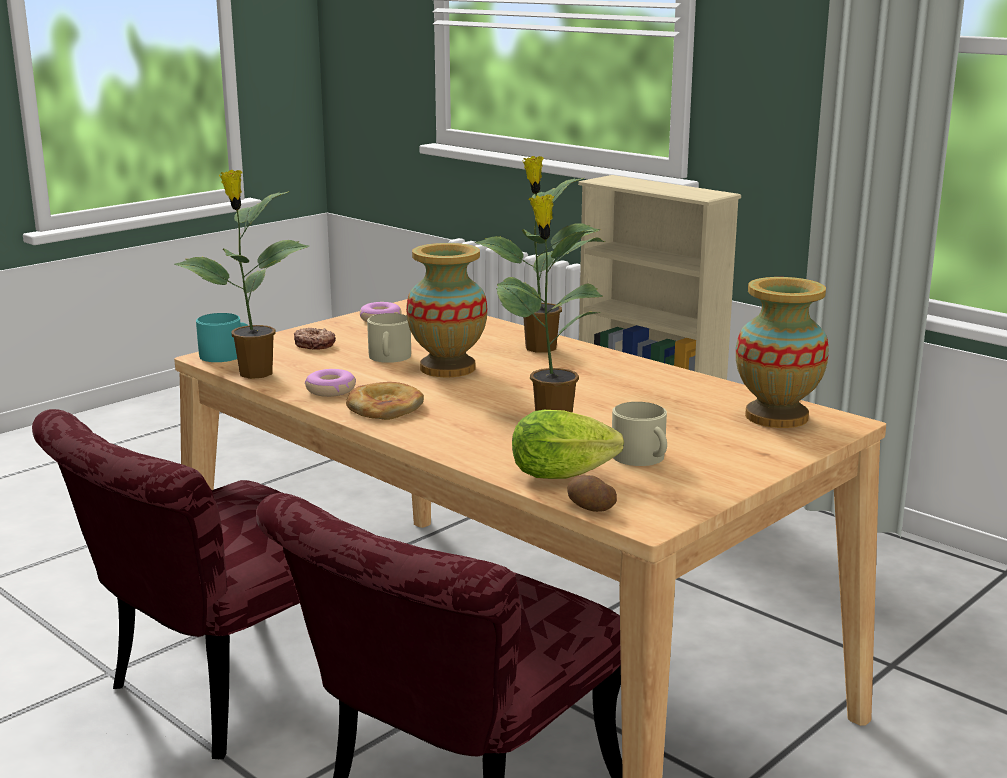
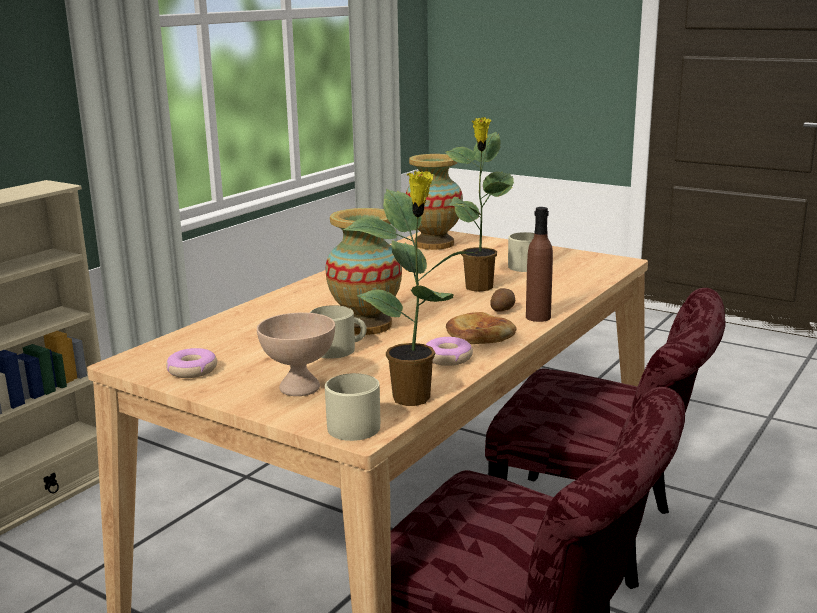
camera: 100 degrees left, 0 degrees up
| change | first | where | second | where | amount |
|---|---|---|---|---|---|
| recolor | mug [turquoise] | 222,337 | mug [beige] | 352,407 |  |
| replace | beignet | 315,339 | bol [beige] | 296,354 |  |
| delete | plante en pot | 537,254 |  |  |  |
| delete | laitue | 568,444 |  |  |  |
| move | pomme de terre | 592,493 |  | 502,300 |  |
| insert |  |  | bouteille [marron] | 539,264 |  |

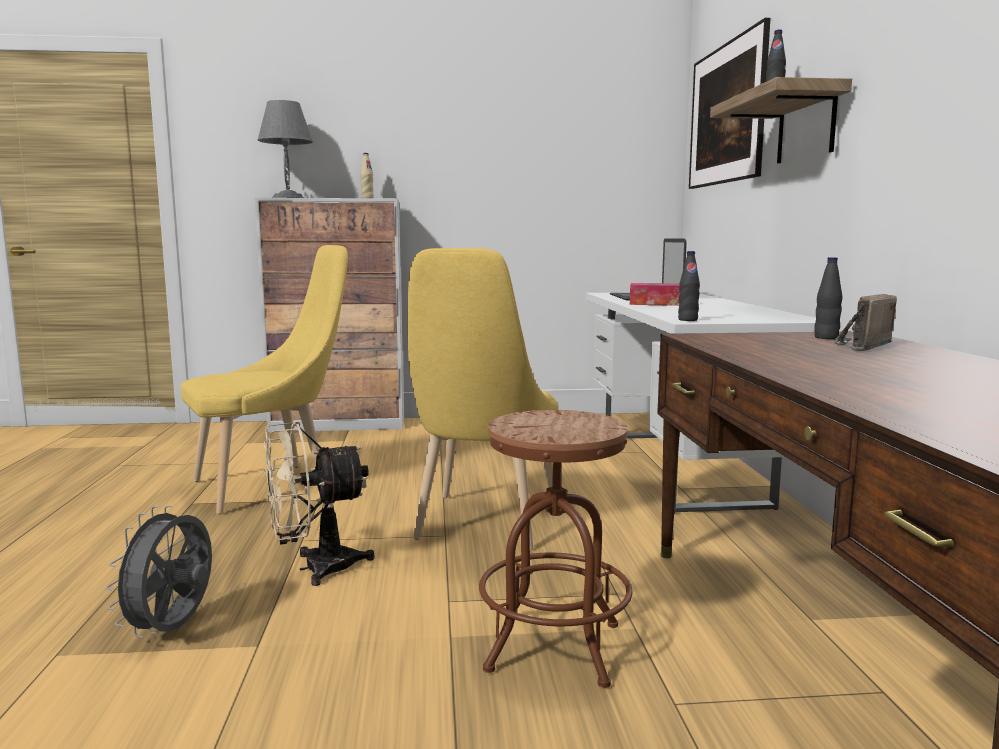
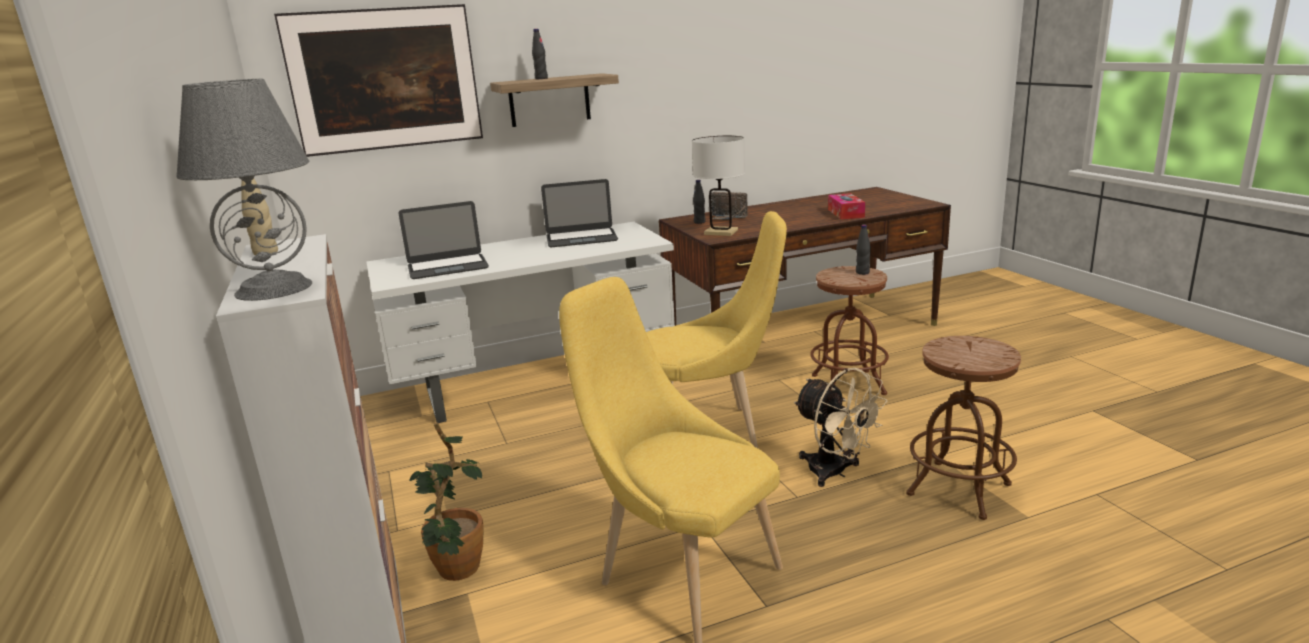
camera: 105 degrees left, 10 degrees up
| change | first | where | second | where | amount |
|---|---|---|---|---|---|
| replace | ventilateur [gris] | 159,571 | tabouret [marron] | 963,428 |  |
| move | boîte à mouchoirs | 655,294 |  | 846,206 |  |
| move | bouteille [noir] | 689,286 |  | 863,250 |  |
| insert |  |  | plante en pot | 446,501 |  |
| insert |  |  | ordinateur portable | 579,213 |  |
| insert |  |  | lampe de table [blanc] | 718,185 |  |

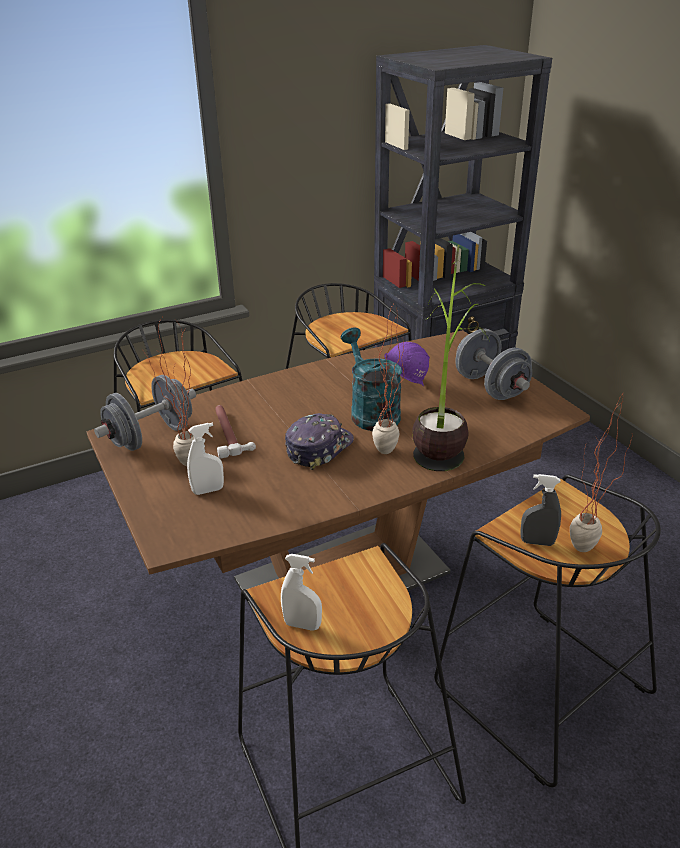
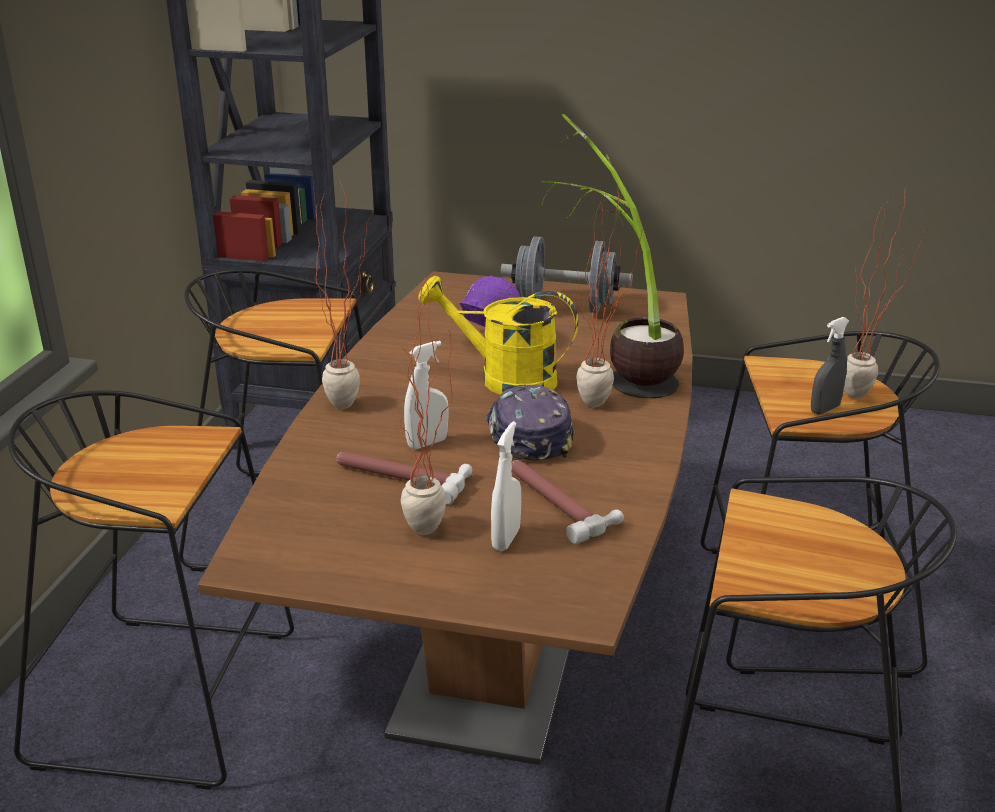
camera: 50 degrees left, 5 degrees down
| change | first | where | second | where | amount |
|---|---|---|---|---|---|
| delete | haltère [gris] | 145,413 |  |  |  |
| move | vaporisateur [blanc] | 301,592 |  | 426,395 |  |
| recolor | arrosoir [turquoise] | 371,379 | arrosoir [jaune] | 498,335 |  |
| insert |  |  | plante en pot | 345,295 |  |
| insert |  |  | marteau | 567,502 |  |

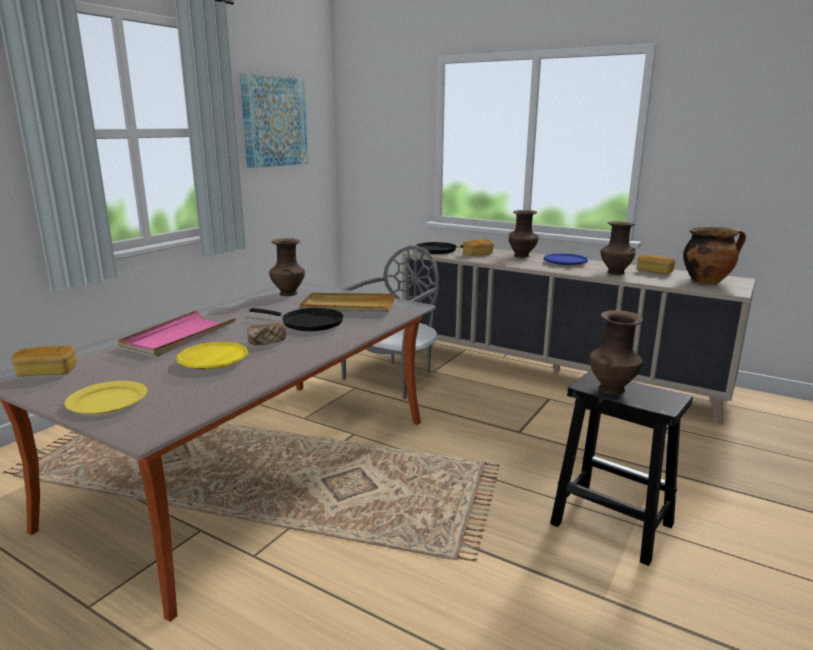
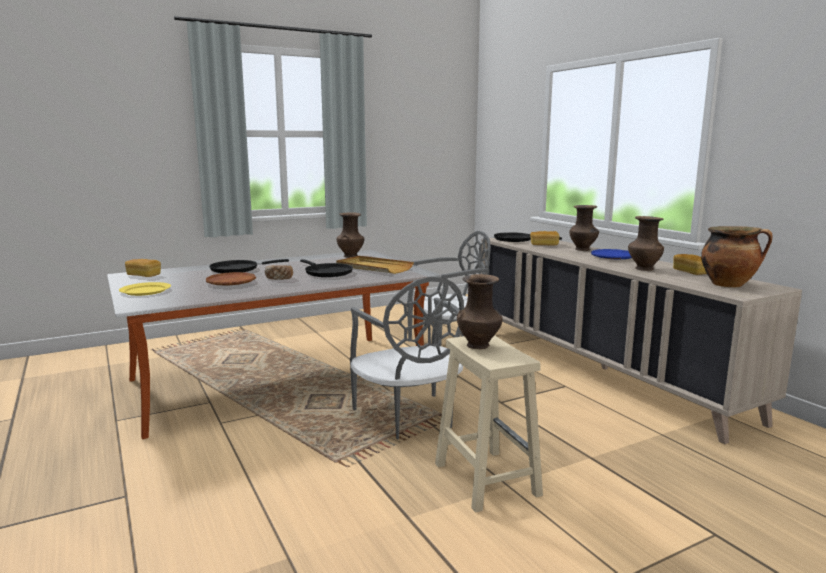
camera: 30 degrees right, 5 degrees down
| change | first | where | second | where | amount |
|---|---|---|---|---|---|
| replace | plateau [rose] | 177,333 | poêle [noir] | 249,266 |  |
| recolor | assiette [jaune] | 213,356 | assiette [marron] | 231,279 |  |
| delete | tableau | 274,120 |  |  |  |
| recolor | tabouret [noir] | 621,468 | tabouret [beige] | 489,424 |  |
| insert |  |  | chaise [gris] | 407,357 |  |

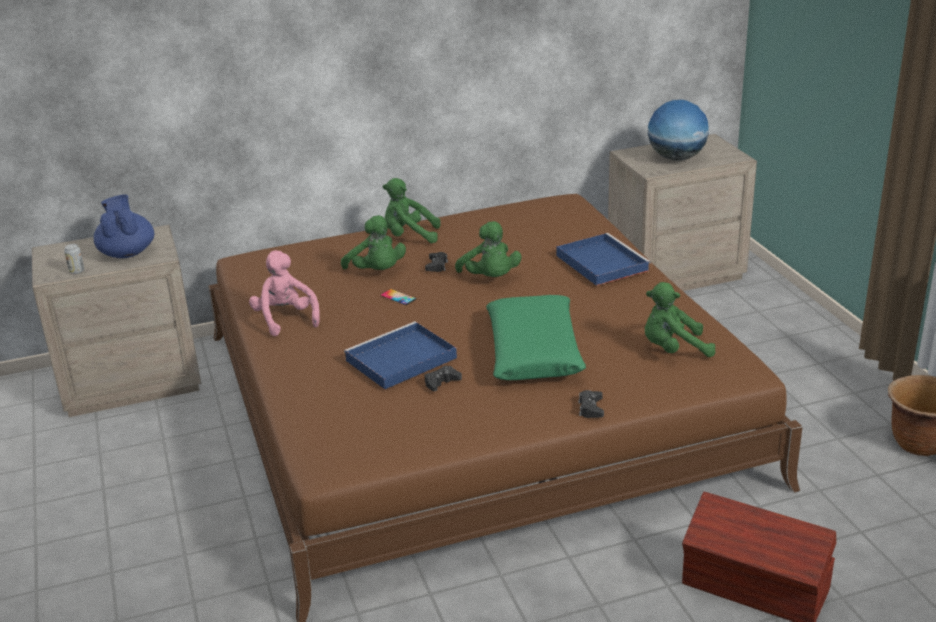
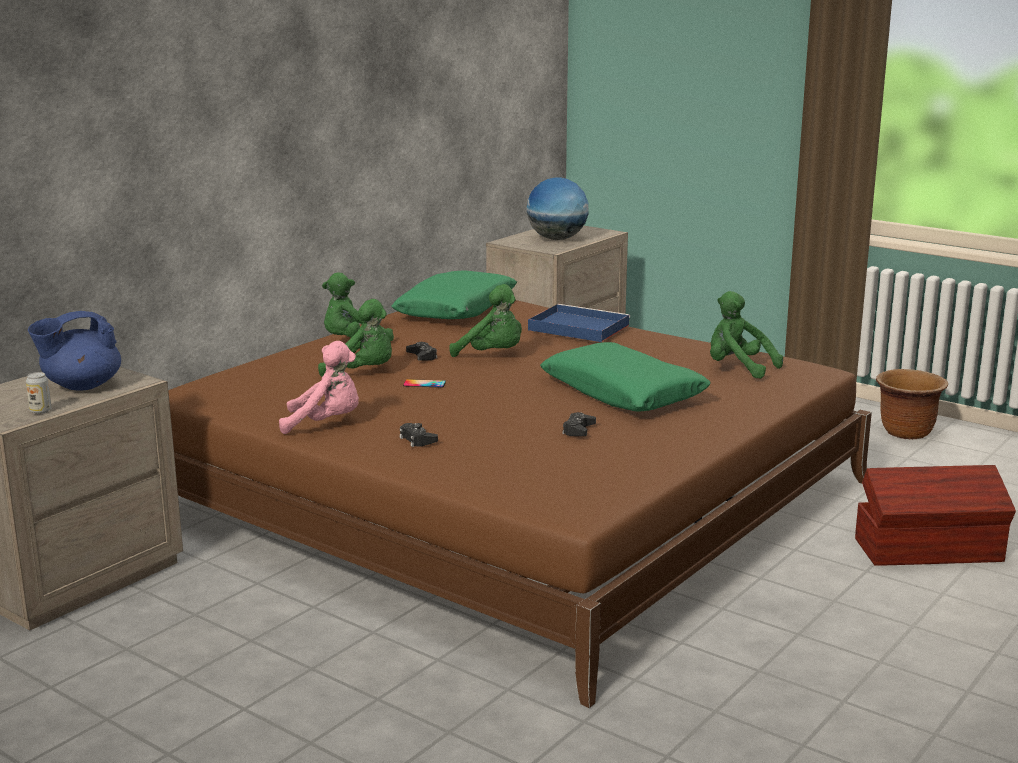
camera: 35 degrees left, 10 degrees down
| change | first | where | second | where | amount |
|---|---|---|---|---|---|
| rotate | théière [bleu] | 124,226 |  | 74,351 | 75 degrees counterclockwise |
| rotate | peluche [rose] | 284,293 |  | 319,387 | 150 degrees clockwise |
| delete | plateau [bleu] | 400,355 |  |  |  |
| move | manette [noir] | 591,404 |  | 419,435 |  |
| rotate | peluche [vert] | 679,319 |  | 746,335 | 75 degrees clockwise |
| insert |  |  | coussin [vert] | 454,294 |  |

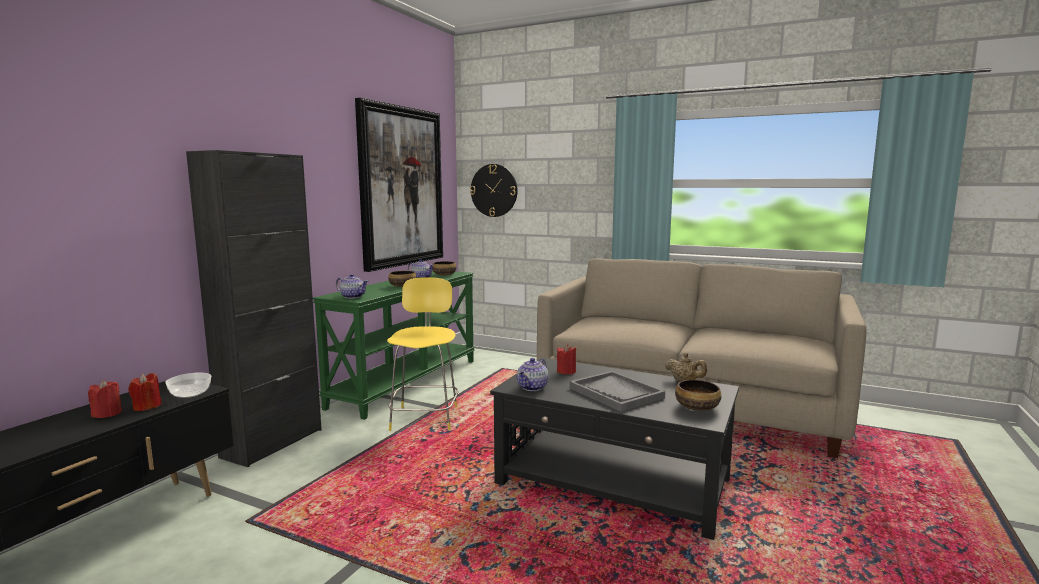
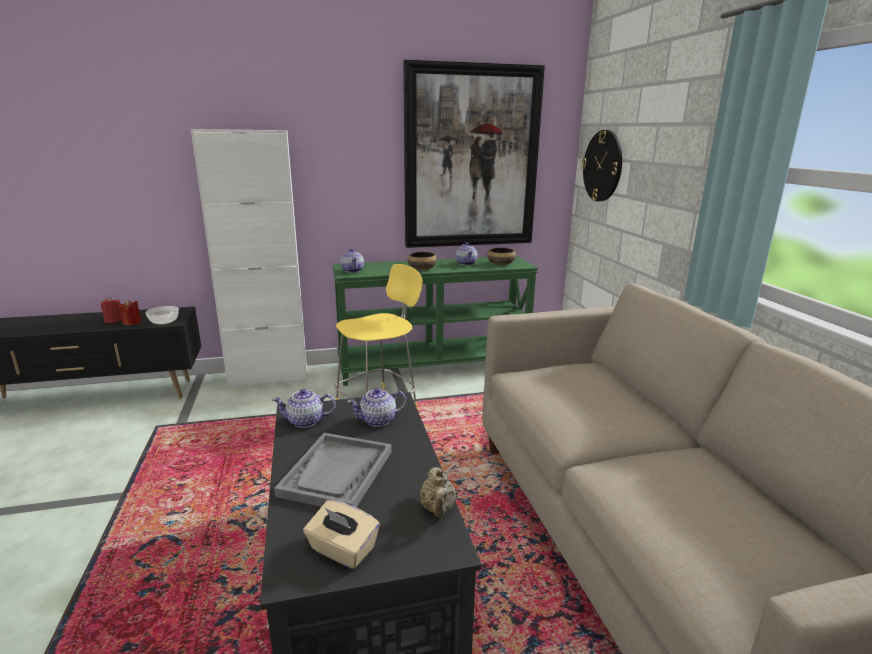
camera: 50 degrees right, 10 degrees up
| change | first | where | second | where | amount |
|---|---|---|---|---|---|
| recolor | meuble de rangement [noir] | 254,308 | meuble de rangement [blanc] | 249,259 |  |
| replace | bougie [rouge] | 567,359 | théière | 377,407 |  |
| replace | bol | 698,395 | boîte à mouchoirs [beige] | 341,534 |  |

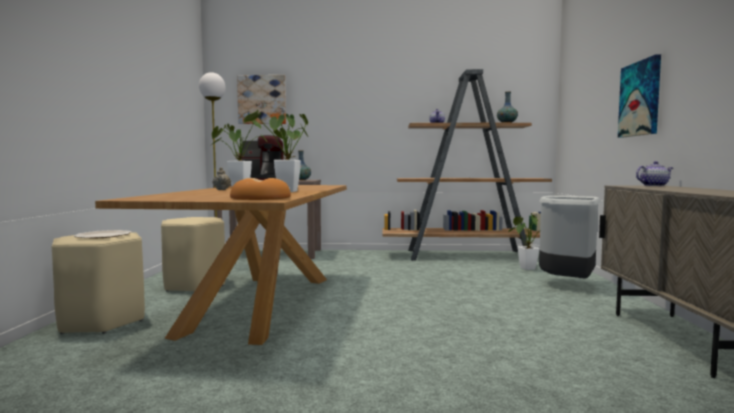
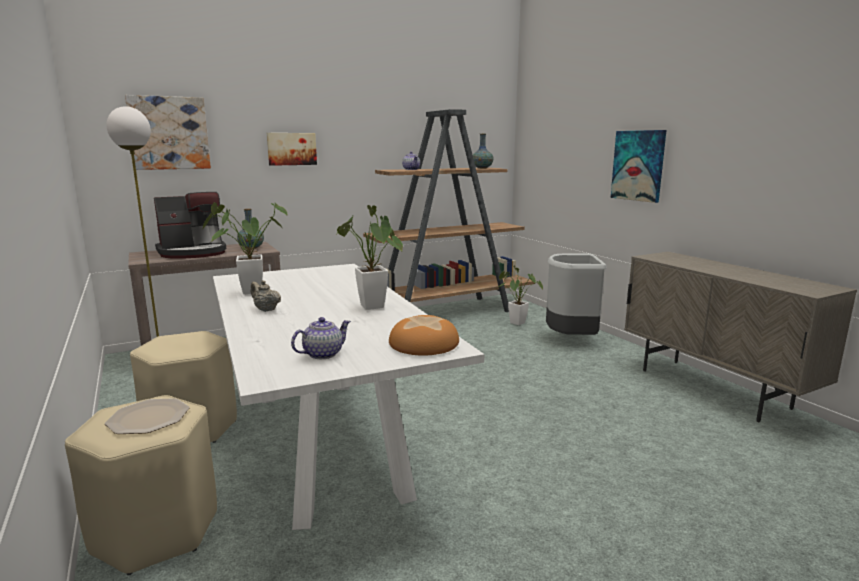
camera: 30 degrees left, 10 degrees up
| change | first | where | second | where | amount |
|---|---|---|---|---|---|
| recolor | table à manger [marron] | 221,265 | table à manger [blanc] | 348,397 |  |
| move | théière | 654,173 |  | 321,338 |  |
| insert |  |  | tableau | 292,149 |  |

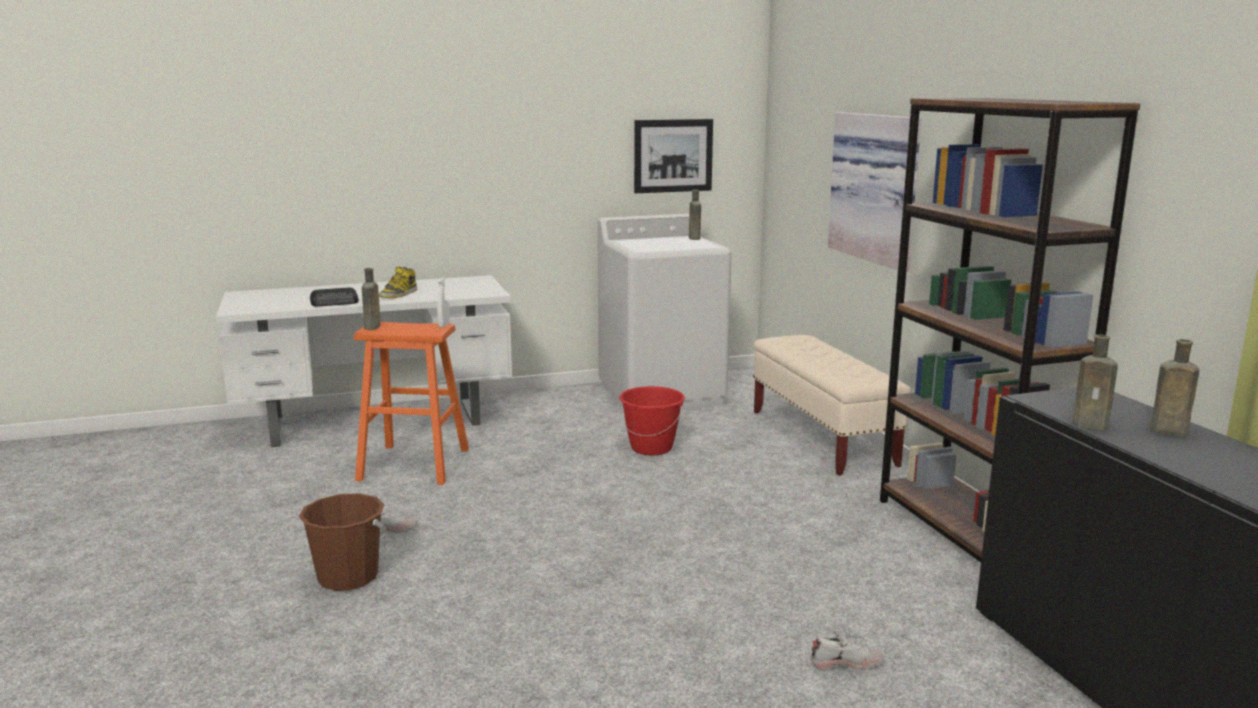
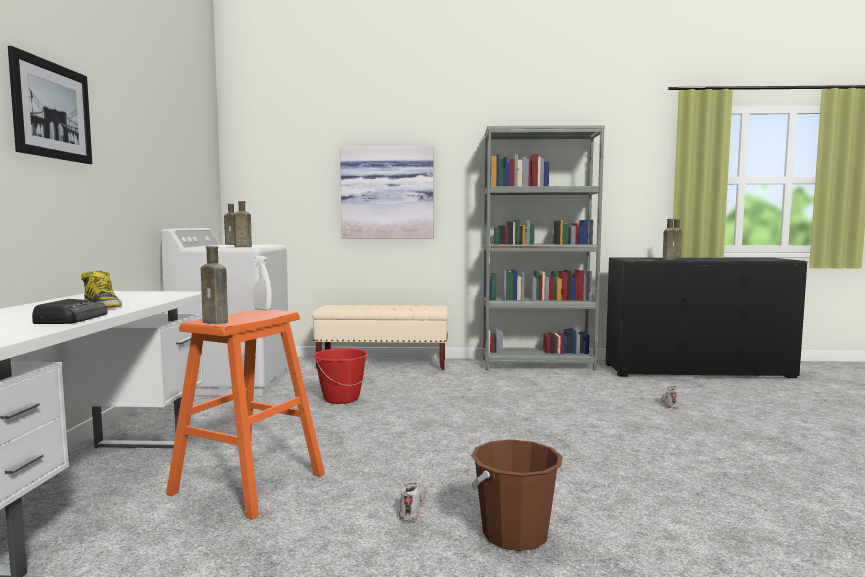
camera: 70 degrees left, 10 degrees down
| change | first | where | second | where | amount |
|---|---|---|---|---|---|
| move | tableau | 673,156 |  | 50,105 |  |
| recolor | bibliothèque [marron] | 1010,330 | bibliothèque [gris] | 544,248 |  |
| insert |  |  | bouteille [marron] | 242,224 |  |

